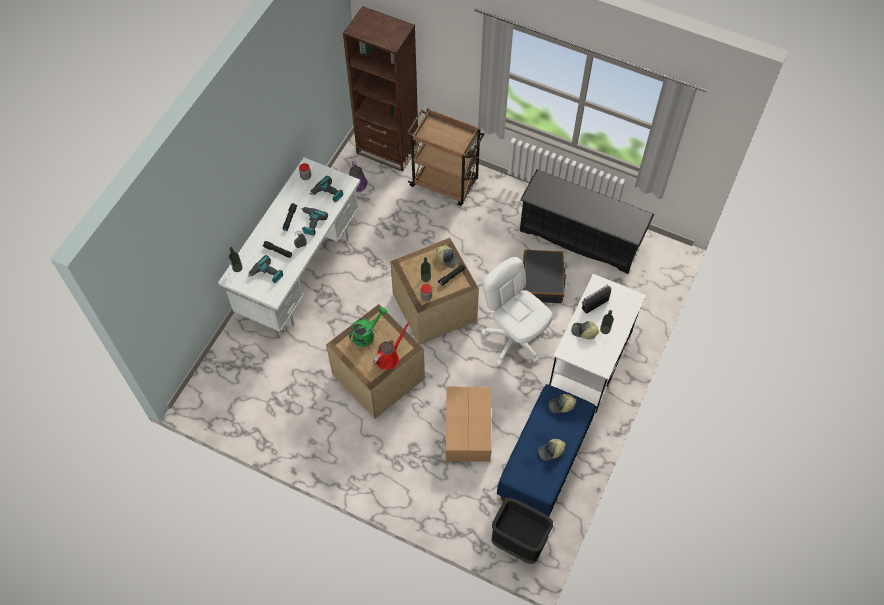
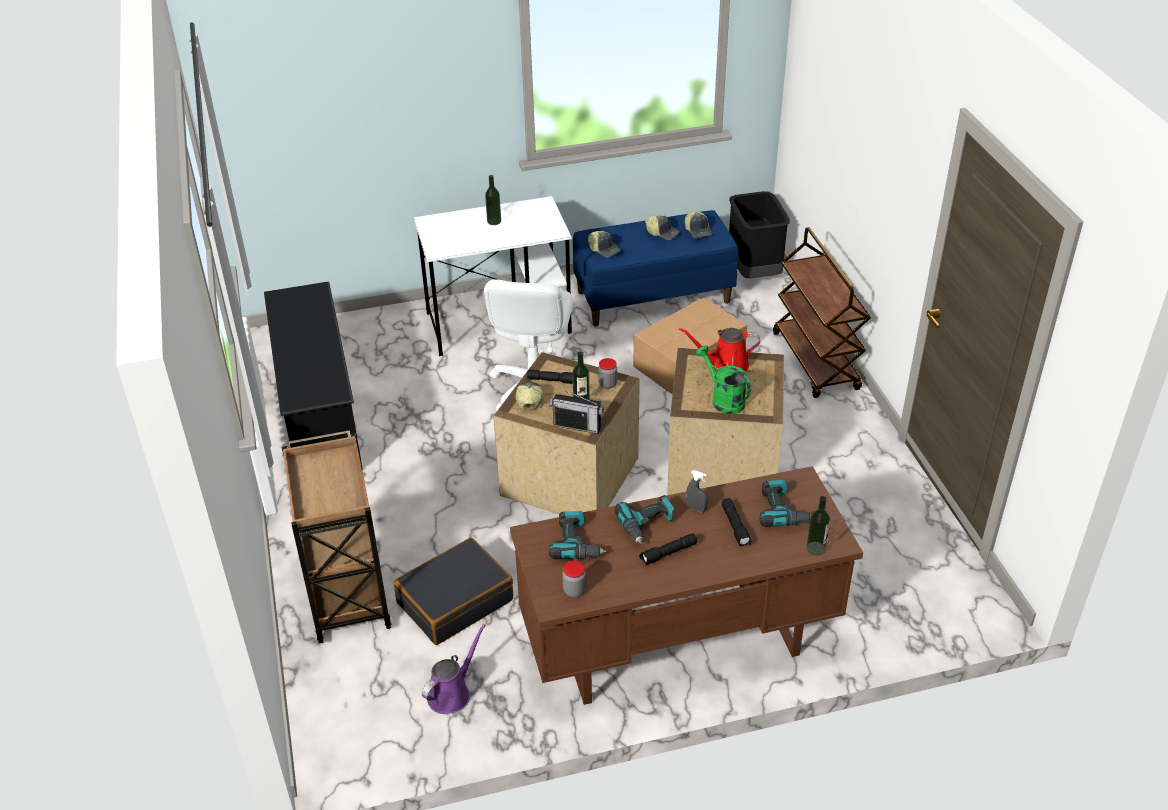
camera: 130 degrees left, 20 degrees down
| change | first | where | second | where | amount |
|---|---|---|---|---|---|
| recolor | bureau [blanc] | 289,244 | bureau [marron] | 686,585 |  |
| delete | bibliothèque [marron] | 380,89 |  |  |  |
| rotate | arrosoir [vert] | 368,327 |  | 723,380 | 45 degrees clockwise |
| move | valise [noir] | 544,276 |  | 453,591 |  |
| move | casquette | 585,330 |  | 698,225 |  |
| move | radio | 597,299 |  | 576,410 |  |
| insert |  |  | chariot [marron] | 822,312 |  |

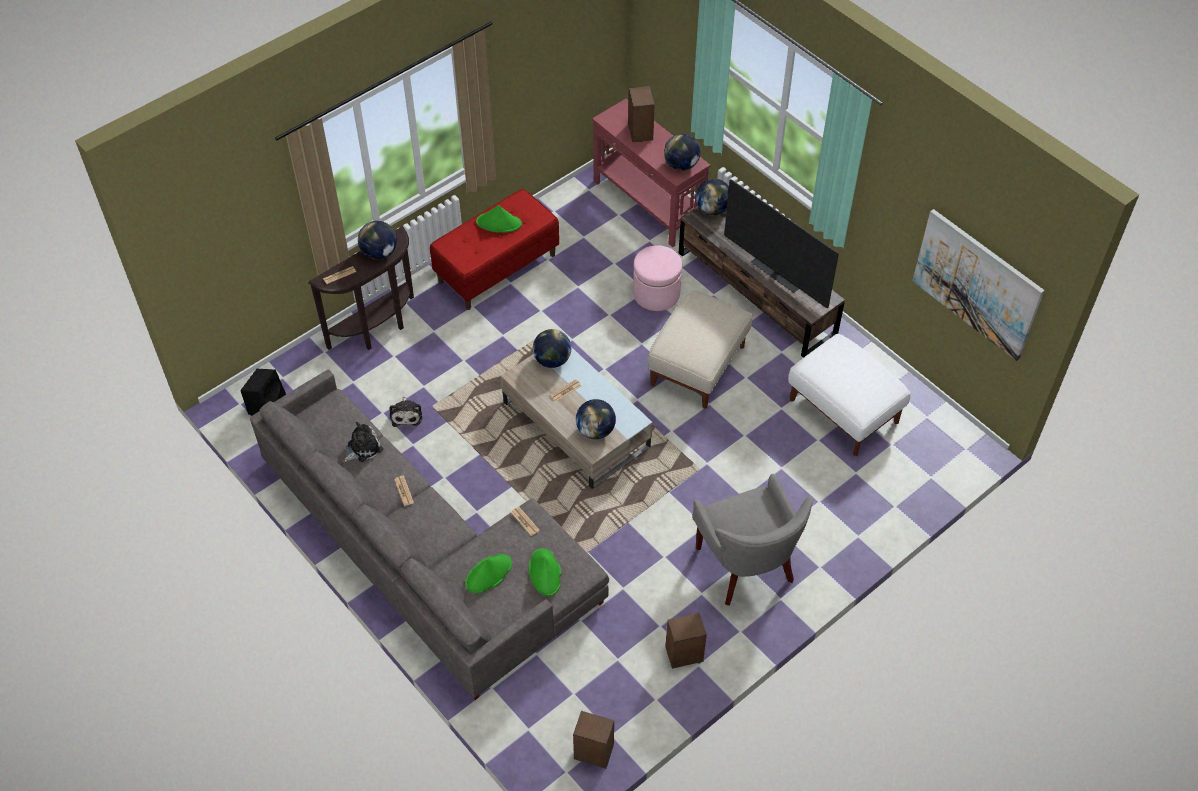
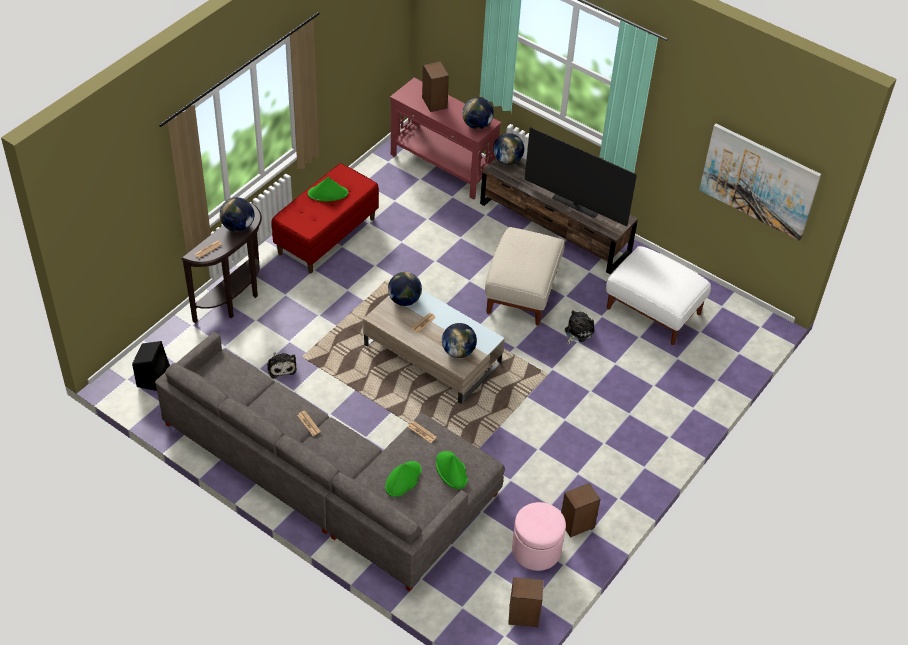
camera: 15 degrees left, 5 degrees down
| change | first | where | second | where | amount |
|---|---|---|---|---|---|
| move | peluche | 363,442 |  | 580,327 |  |
| move | pouf [rose] | 657,278 |  | 539,536 |  |
| delete | fauteuil [gris] | 753,540 |  |  |  |

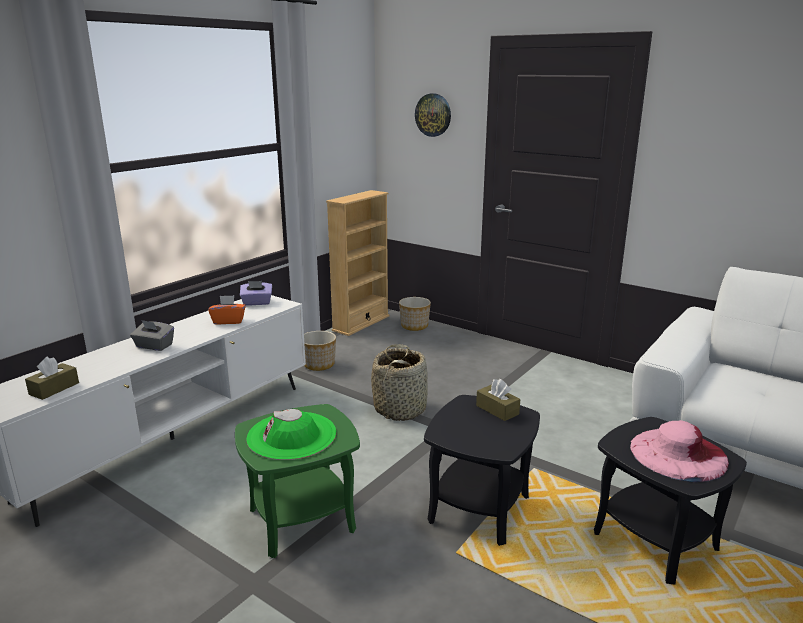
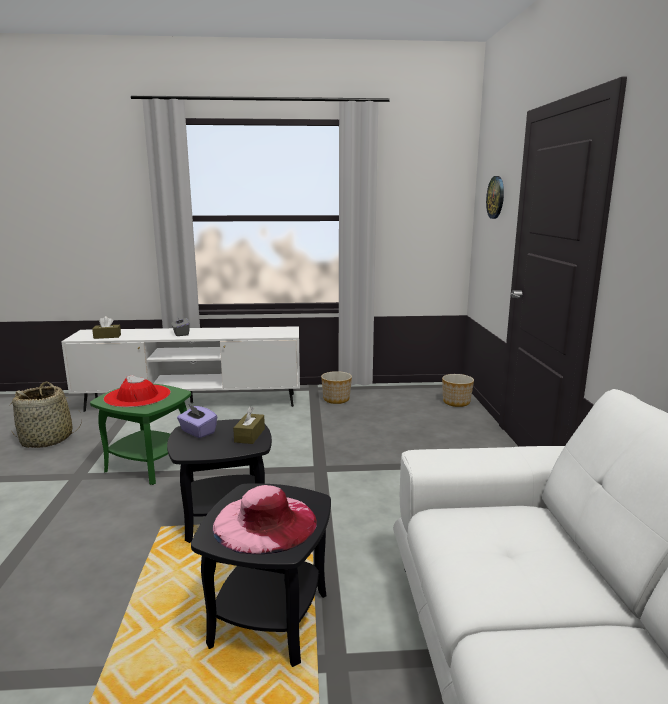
camera: 50 degrees right, 5 degrees down
| change | first | where | second | where | amount |
|---|---|---|---|---|---|
| delete | boîte à mouchoirs [orange] | 227,309 |  |  |  |
| move | boîte à mouchoirs [violet] | 256,293 |  | 197,421 |  |
| recolor | chapeau [vert] | 291,434 | chapeau [rouge] | 137,391 |  |
| delete | bibliothèque [beige] | 358,263 |  |  |  |
| move | panier | 399,382 |  | 46,415 |  |

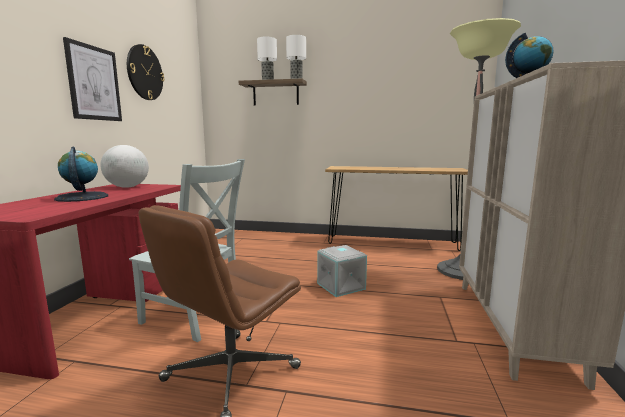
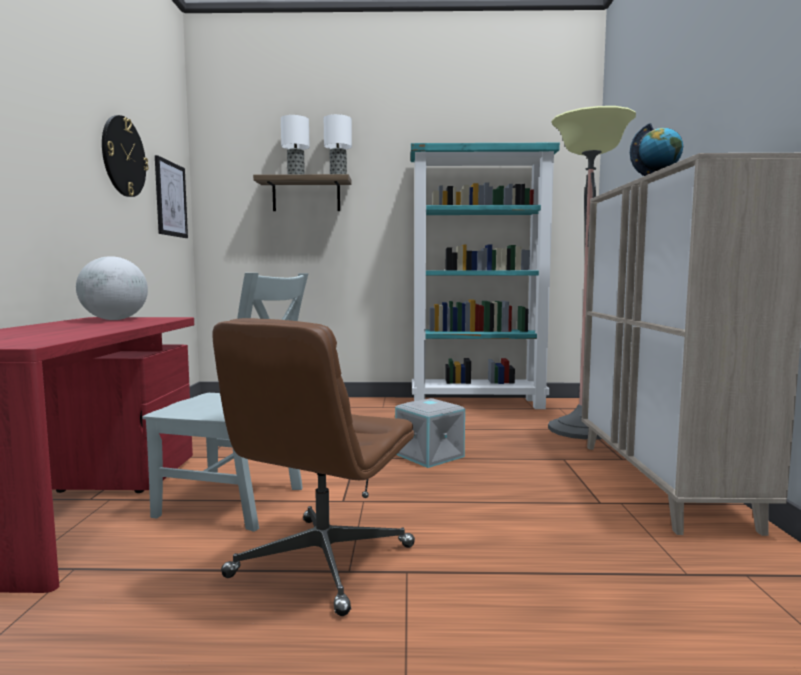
camera: 10 degrees left, 5 degrees down
| change | first | where | second | where | amount |
|---|---|---|---|---|---|
| delete | globe | 81,174 |  |  |  |
| move | tableau | 92,79 |  | 171,196 |  |
| replace | table console [marron] | 396,208 | bibliothèque [turquoise] | 485,276 |  |

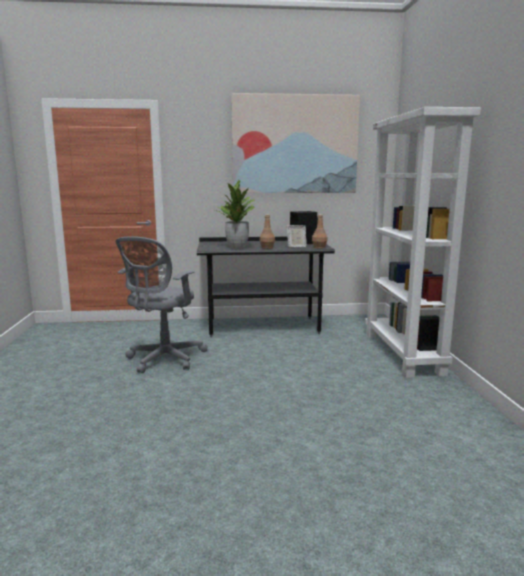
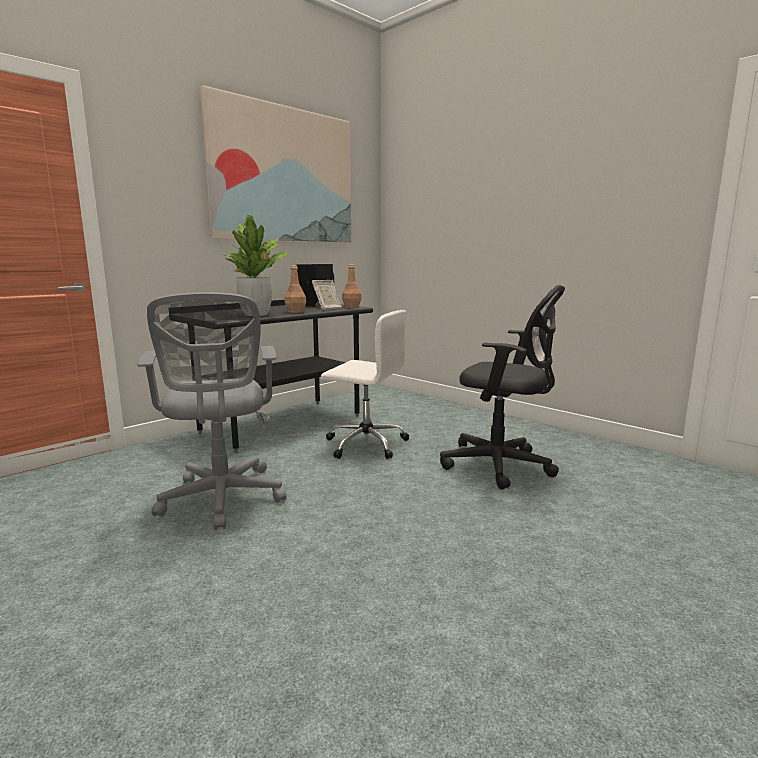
camera: 40 degrees left, 0 degrees up
| change | first | where | second | where | amount |
|---|---|---|---|---|---|
| delete | bibliothèque [blanc] | 423,242 |  |  |  |
| insert |  |  | chaise de bureau [blanc] | 365,384 |  |
| insert |  |  | chaise de bureau [noir] | 502,387 |  |

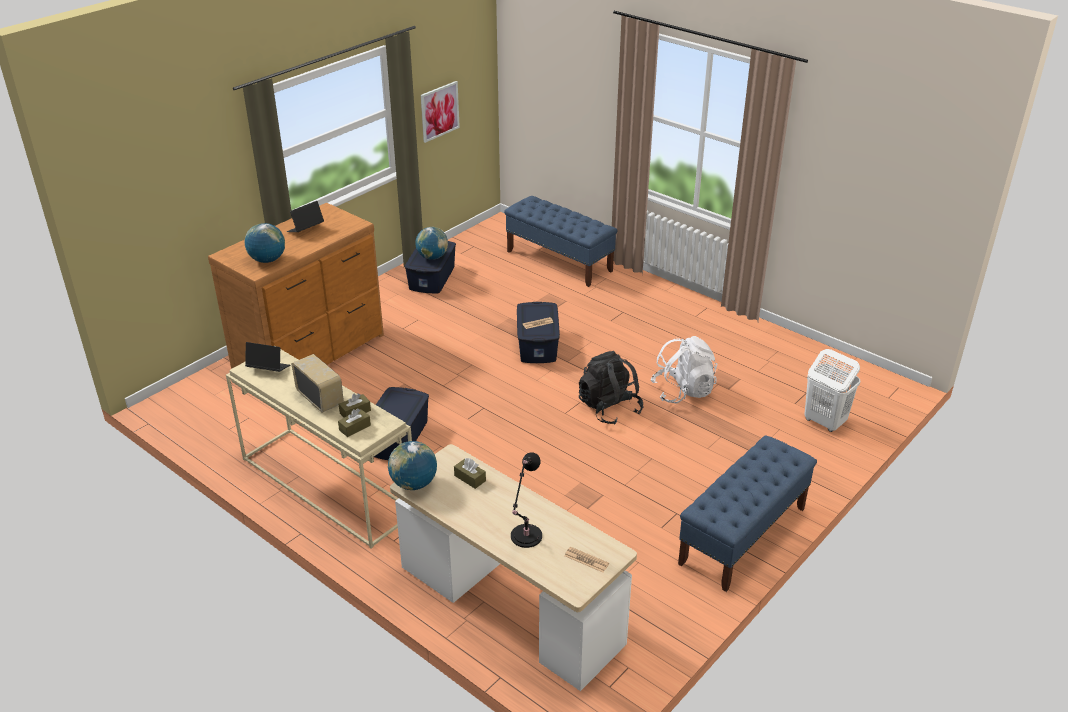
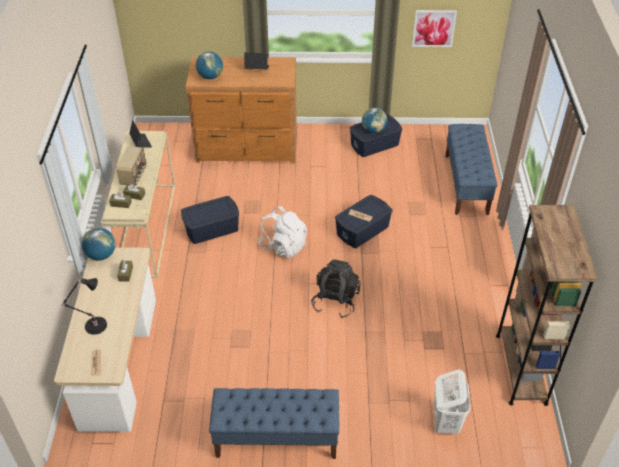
camera: 50 degrees right, 10 degrees up
| change | first | where | second | where | amount |
|---|---|---|---|---|---|
| move | sac à dos [blanc] | 684,369 |  | 282,232 |  |
| insert |  |  | bibliothèque [marron] | 547,305 |  |

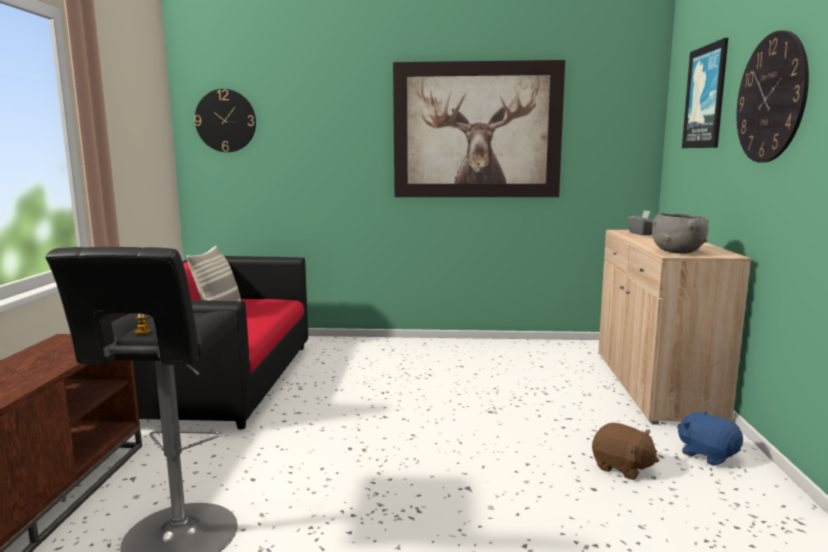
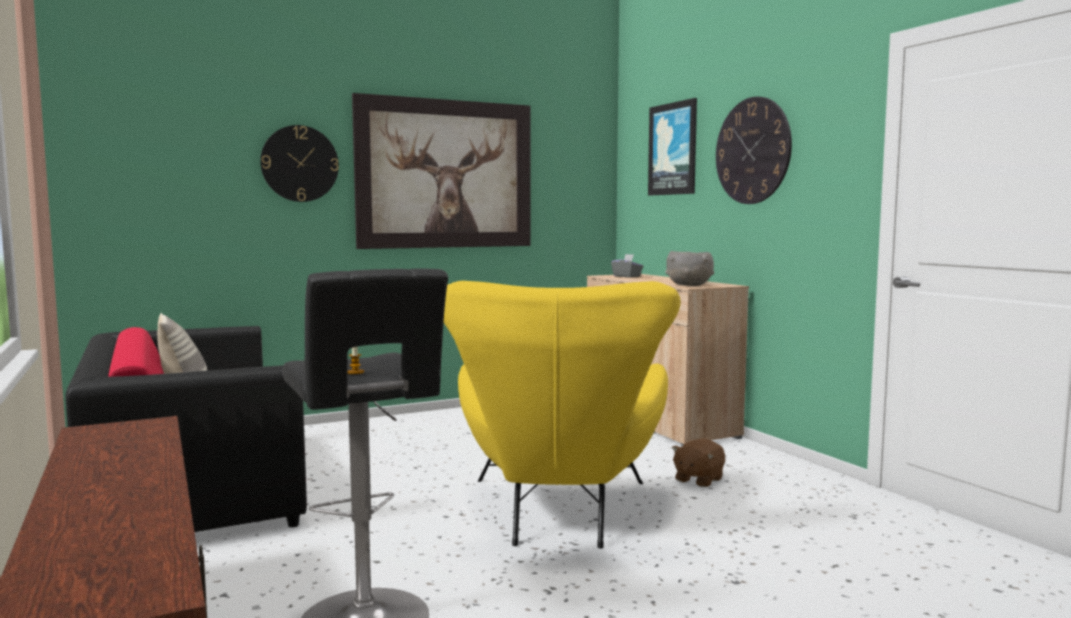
camera: 30 degrees left, 5 degrees down
| change | first | where | second | where | amount |
|---|---|---|---|---|---|
| move | horloge murale | 225,120 |  | 299,163 |  |
| rotate | peluche [marron] | 625,451 |  | 698,463 | 120 degrees clockwise |
| delete | peluche [bleu] | 710,438 |  |  |  |
| insert |  |  | fauteuil [jaune] | 562,415 |  |

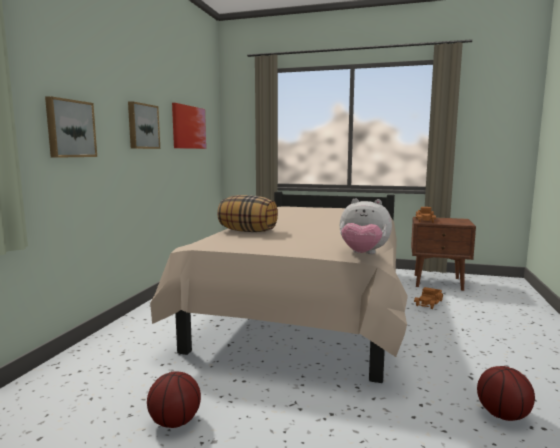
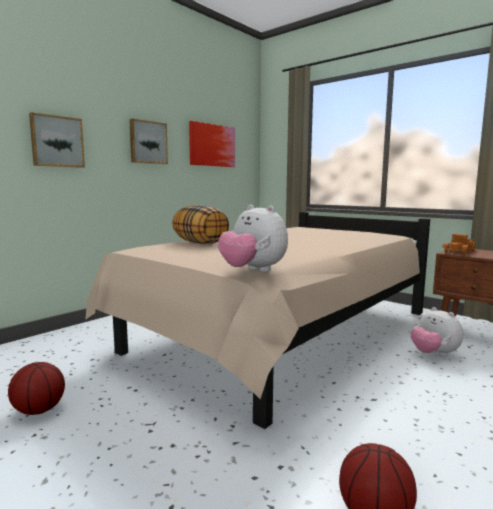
camera: 25 degrees right, 0 degrees up
| change | first | where | second | where | amount |
|---|---|---|---|---|---|
| replace | camion jouet | 428,298 | peluche | 437,331 |  |

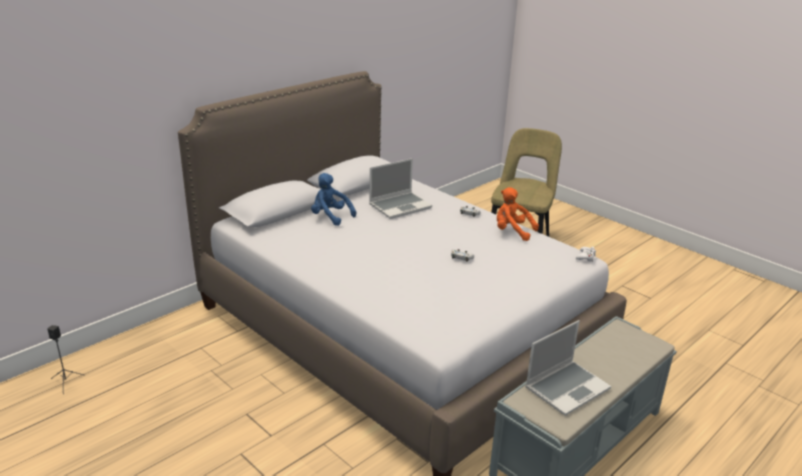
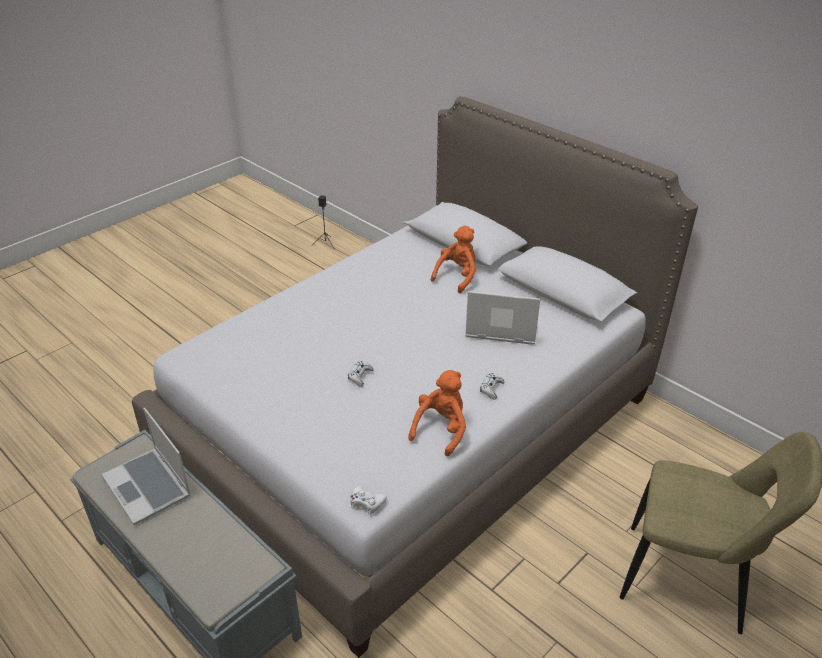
camera: 90 degrees right, 10 degrees up
| change | first | where | second | where | amount |
|---|---|---|---|---|---|
| recolor | peluche [bleu] | 333,199 | peluche [orange] | 453,259 |  |
| rotate | ordinateur portable | 400,188 |  | 502,318 | 135 degrees clockwise |

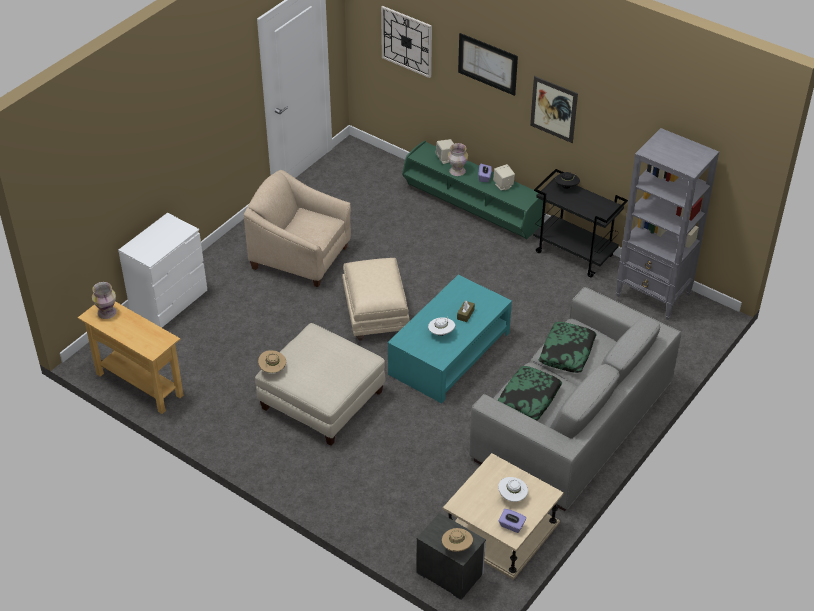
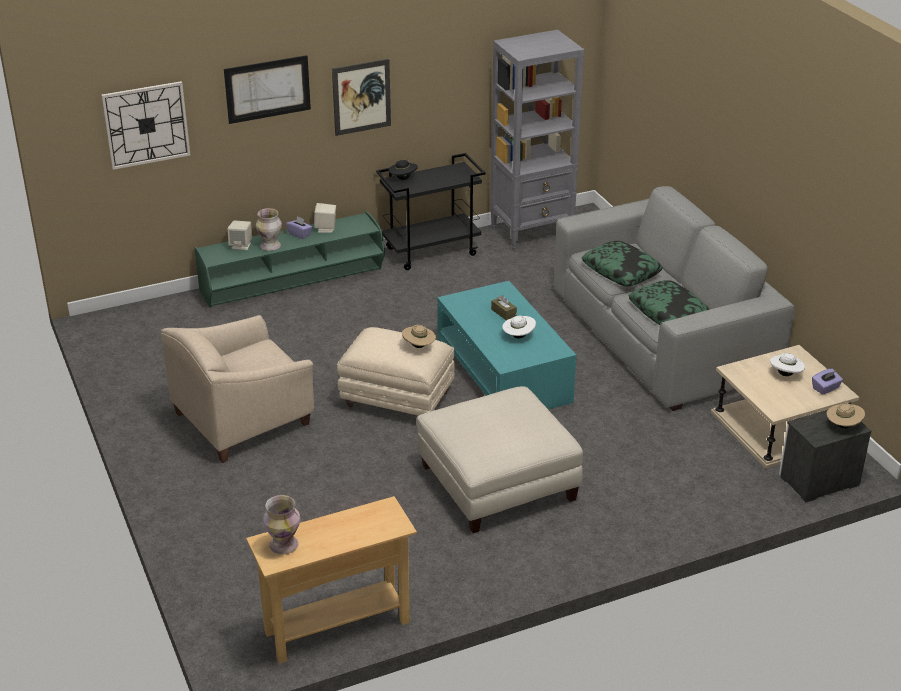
camera: 60 degrees left, 10 degrees down
| change | first | where | second | where | amount |
|---|---|---|---|---|---|
| delete | commode [blanc] | 162,270 |  |  |  |
| move | chapeau [beige] | 272,361 |  | 419,336 |  |

